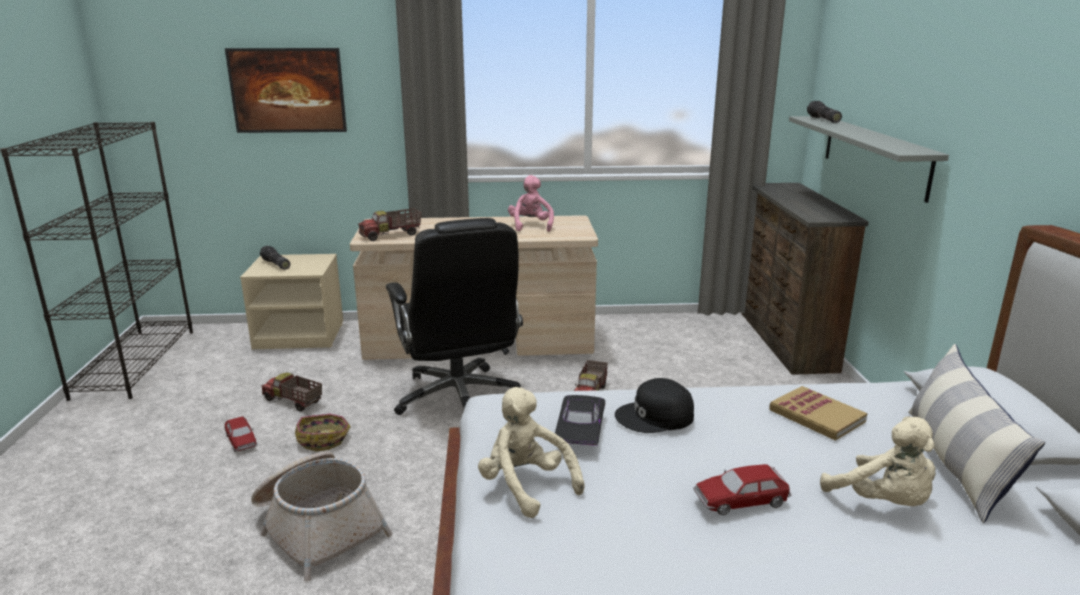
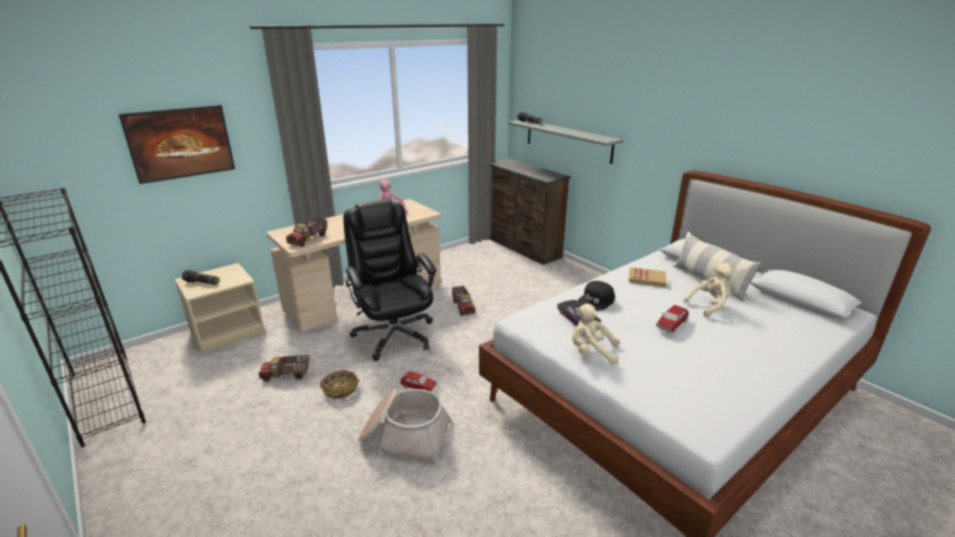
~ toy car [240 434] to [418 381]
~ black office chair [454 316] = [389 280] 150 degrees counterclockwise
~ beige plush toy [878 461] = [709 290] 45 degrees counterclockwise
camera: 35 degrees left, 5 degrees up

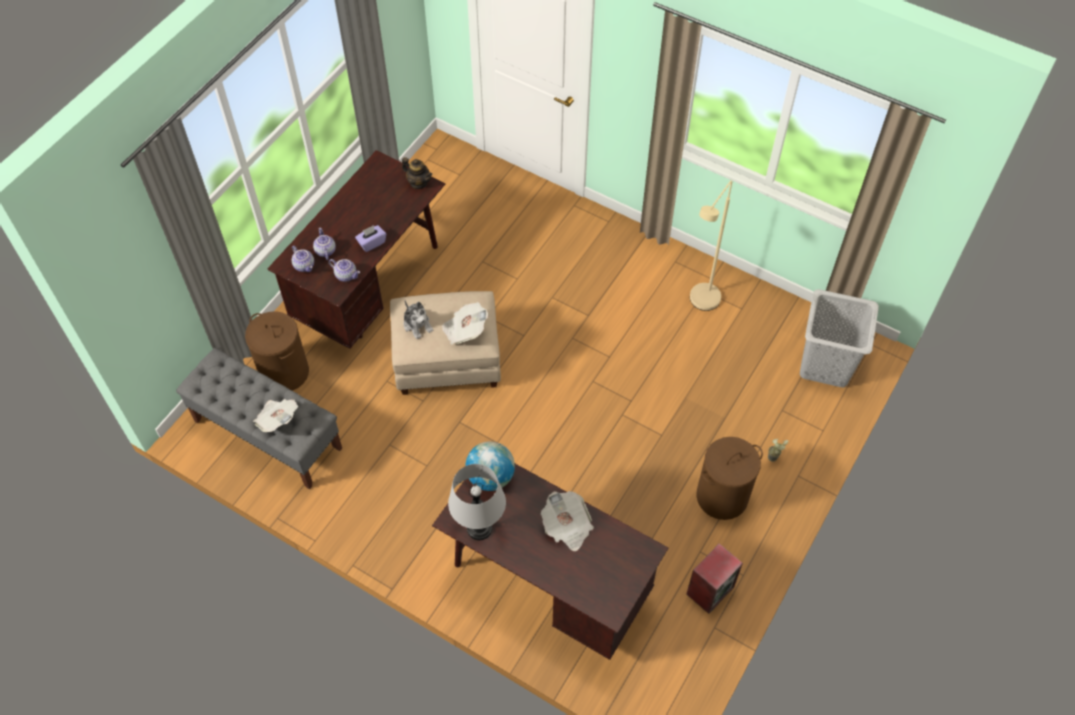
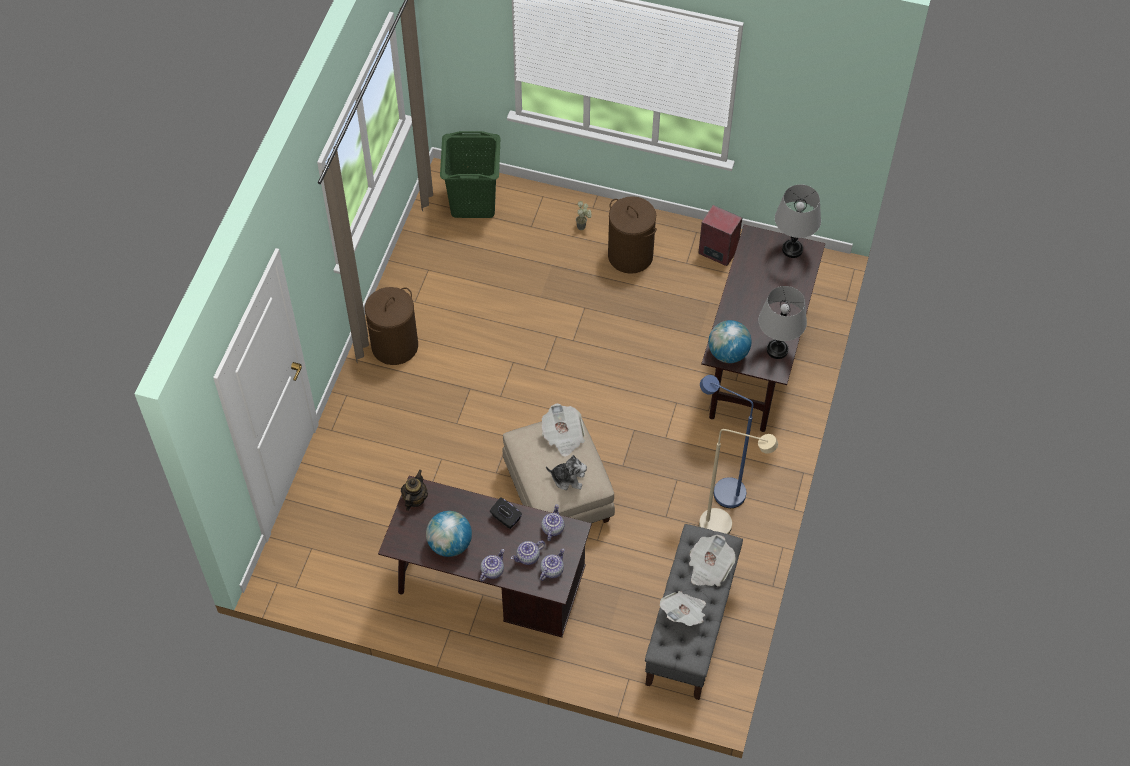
+ globe [449 534]
+ teapot [492 565]
+ blue floor lamp [726 441]
+ grey table lamp [798 221]
~ brown laundry basket [277 351] to [391 326]
~ newspaper [567 521] to [683 608]
~ beige floor lamp [711 246] to [738 481]
~ purple tissue box [370 238] to black tissue box [506 513]
~ grey laundry basket [839 338] to green laundry basket [470 174]
~ plush toy [418 320] = [566 472] 60 degrees clockwise
camera: 105 degrees left, 0 degrees up

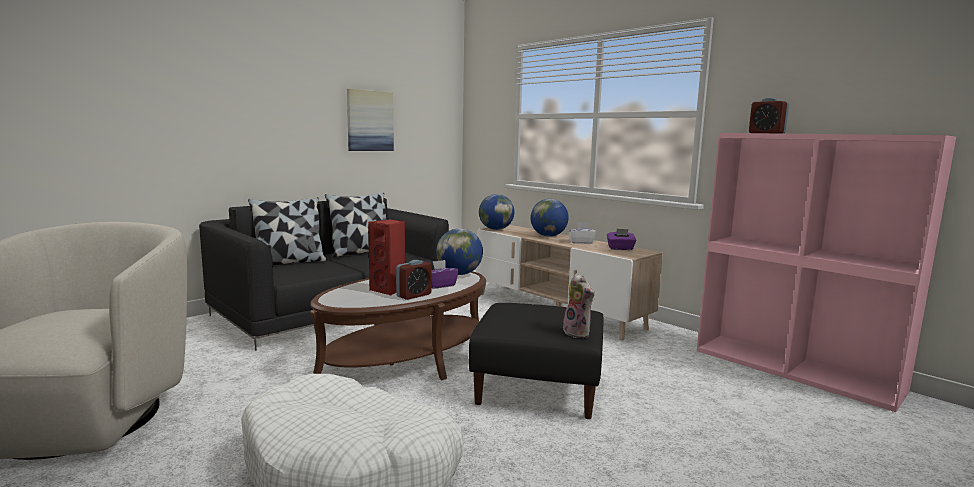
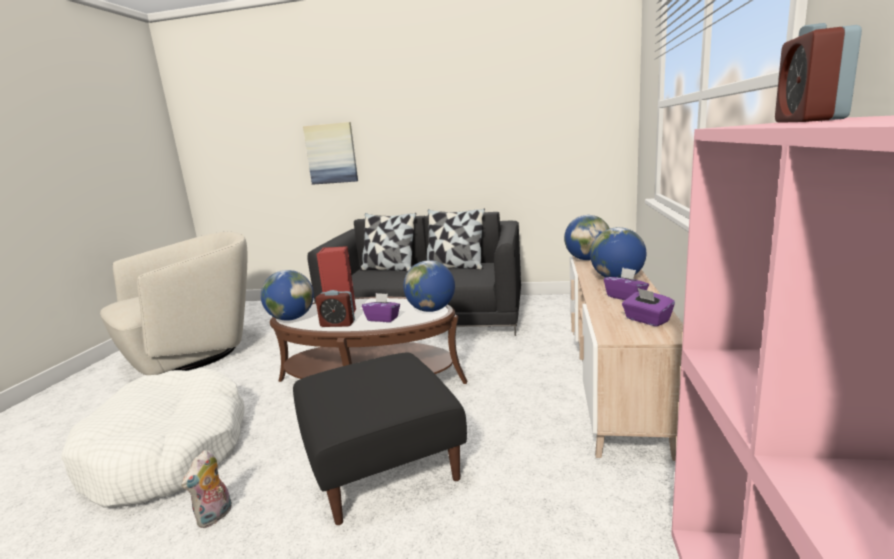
+ globe [287 295]
~ picture [370 120] to [330 153]
~ plush toy [579 305] to [206 489]
~ white tissue box [582 233] to purple tissue box [626 283]
camera: 55 degrees right, 5 degrees up

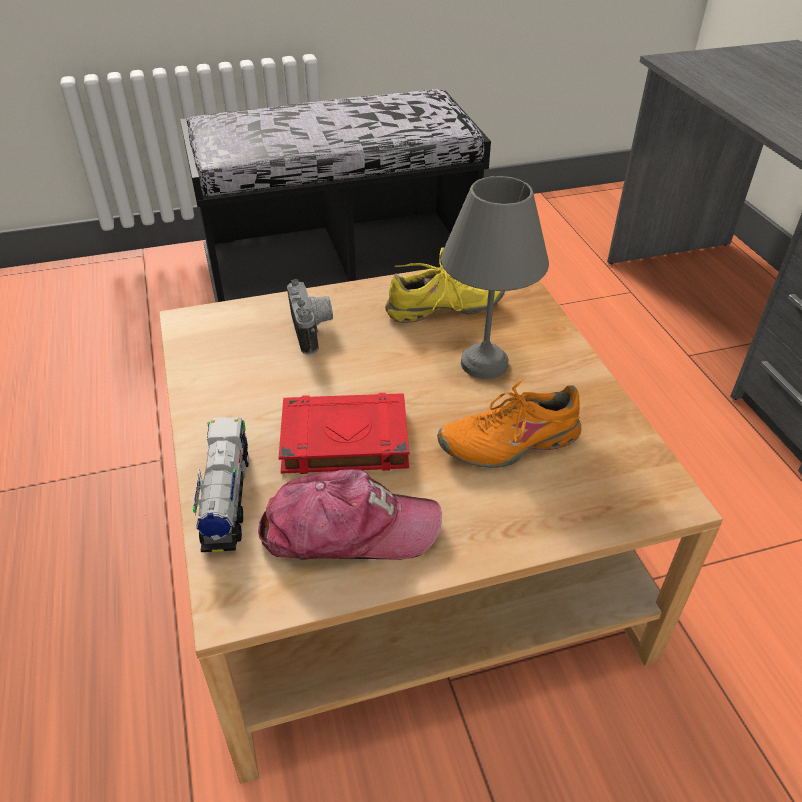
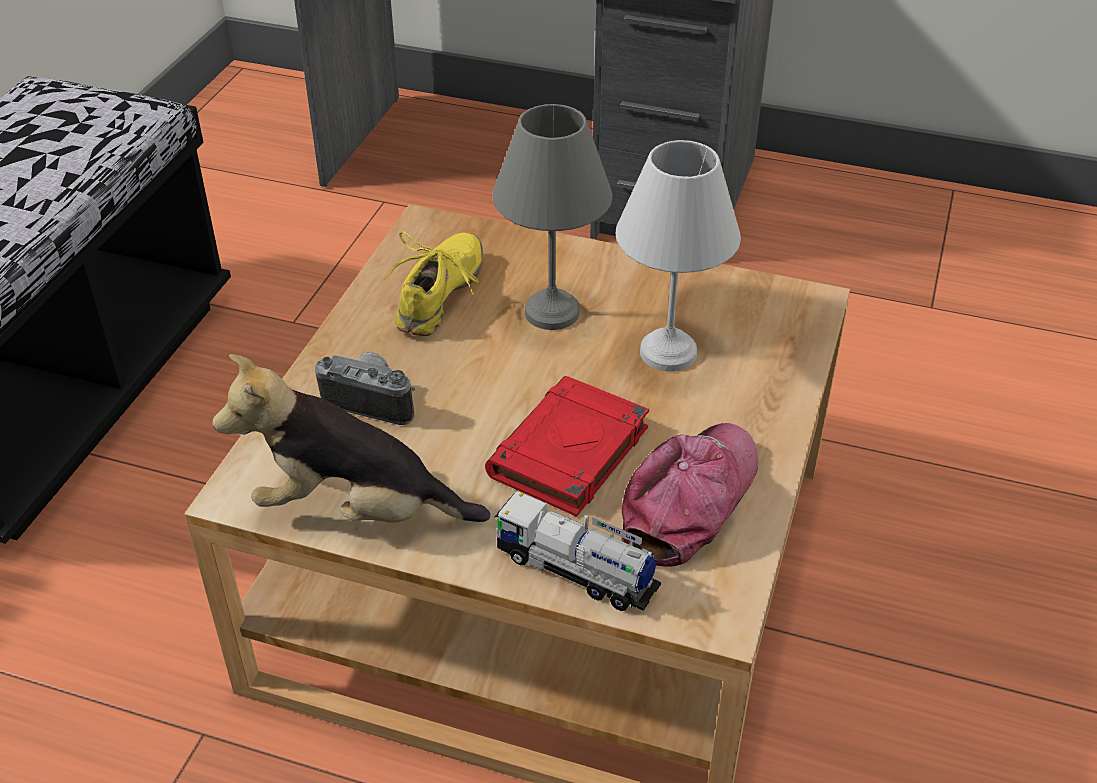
+ plush toy [351 438]
~ orange shoe [509 423] to white table lamp [678 256]
camera: 55 degrees left, 0 degrees up

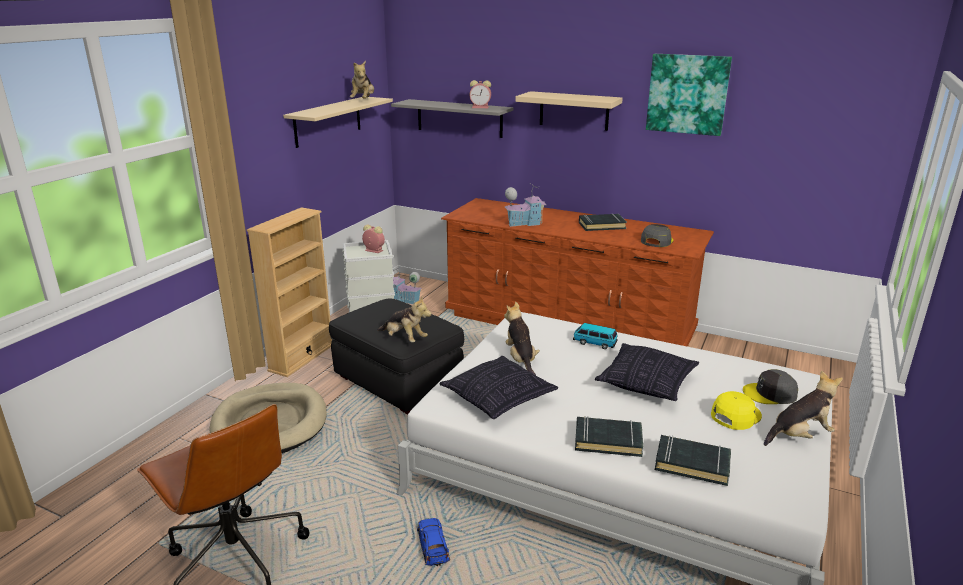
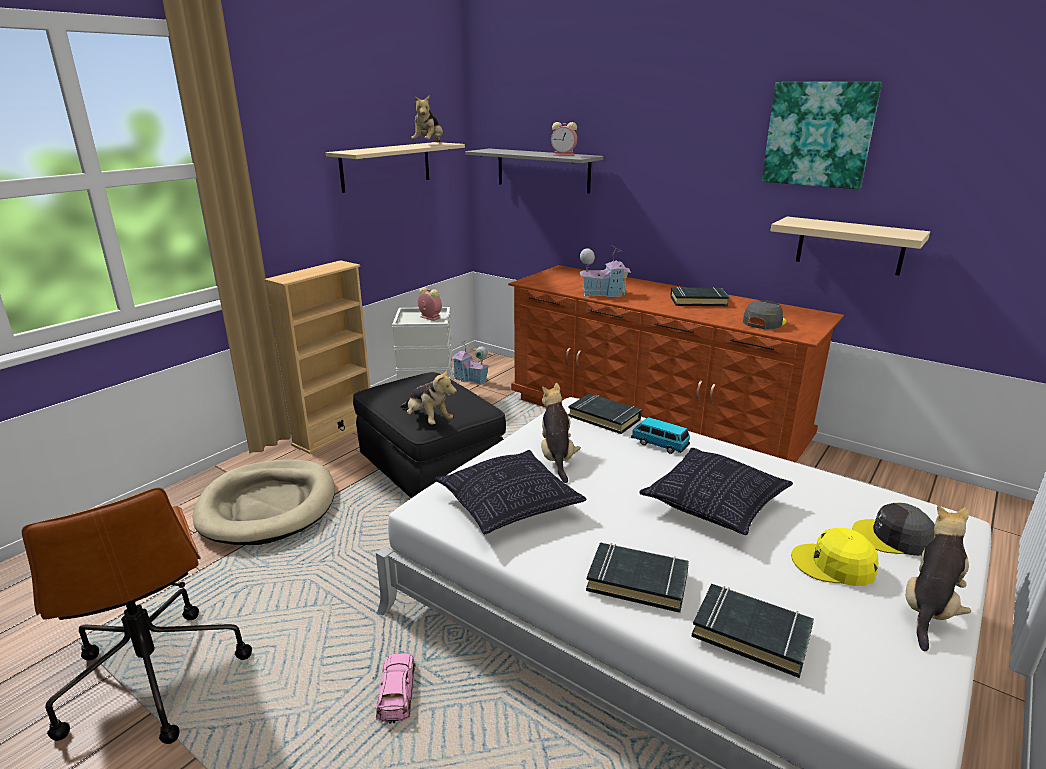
+ black book [605 413]
~ beige shelf [569 111] to [850 246]
~ blue toy car [433 542] to pink toy car [396 688]
~ yellow cap [736 410] = [835 557] 135 degrees counterclockwise
~ plush toy [803 408] = [938 578] 45 degrees counterclockwise
camera: 10 degrees right, 0 degrees up

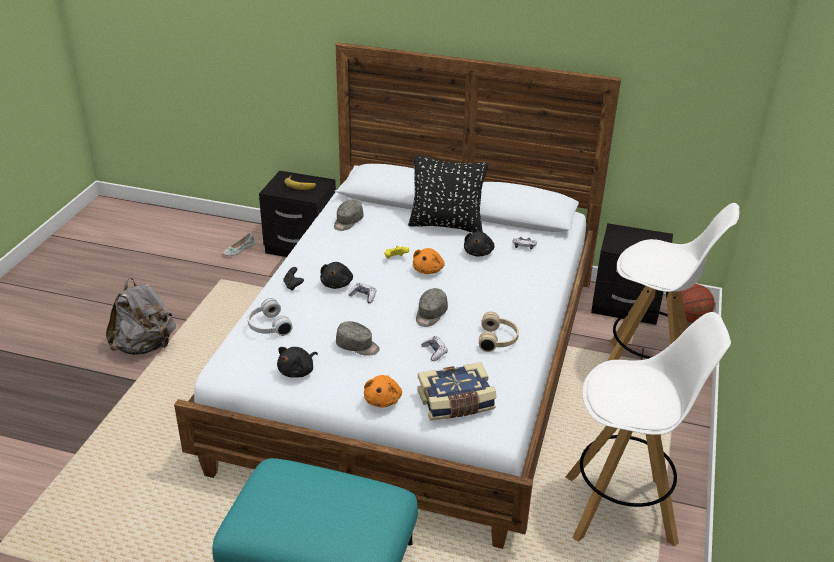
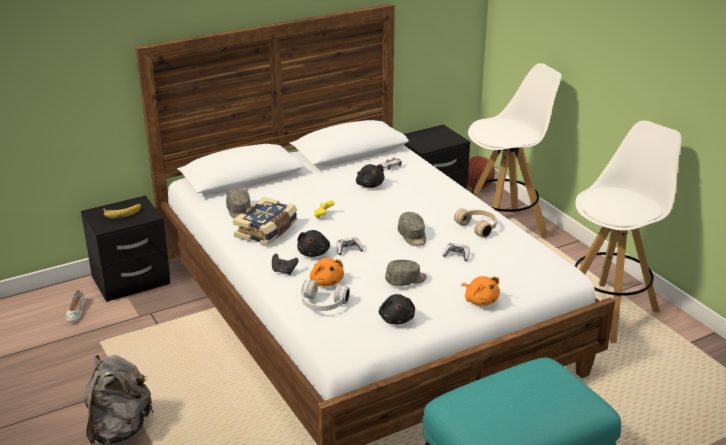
- black pillow [448 194]
~ orange plush toy [428 261] to [327 272]
~ book [457 391] to [265 221]
~ black plush toy [336 275] = [313 243] 45 degrees clockwise
camera: 45 degrees left, 5 degrees down

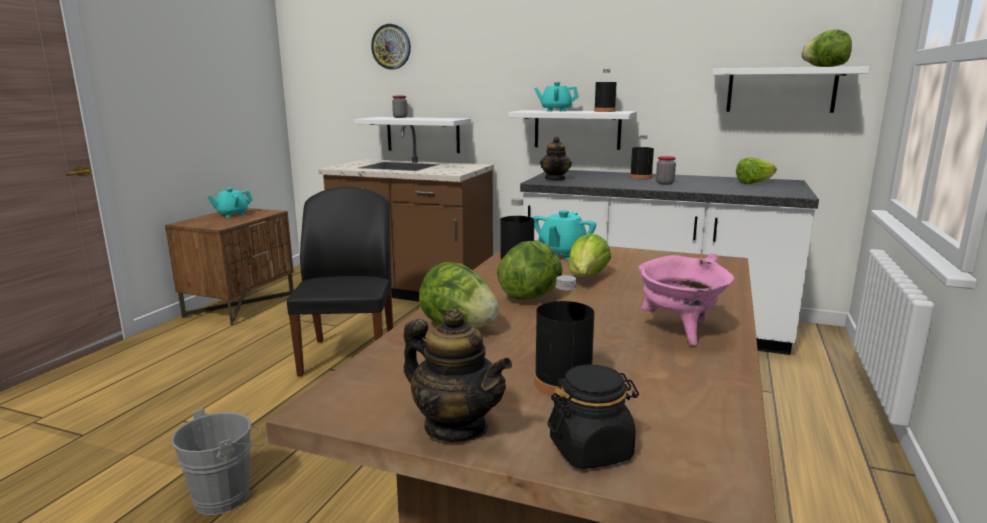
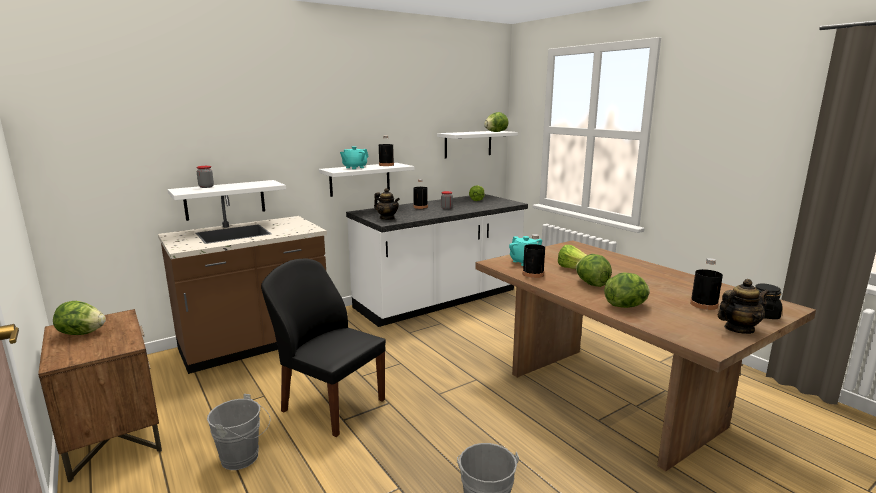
- wall clock [391 46]
- pink cooking pot [686 299]
+ grey bucket [239 432]
~ turquoise teapot [230 202] to lettuce [79 318]
camera: 55 degrees left, 0 degrees up

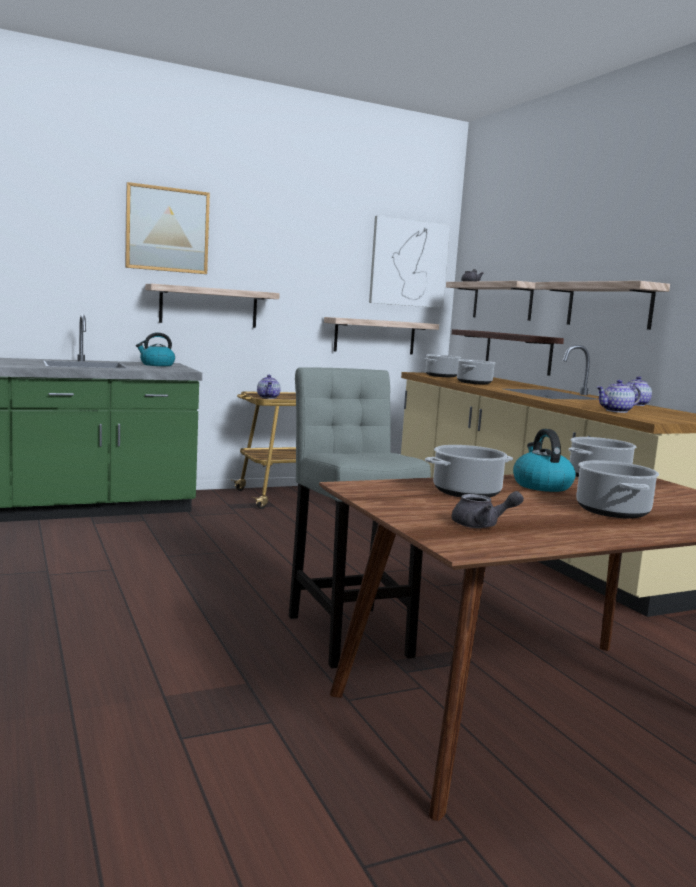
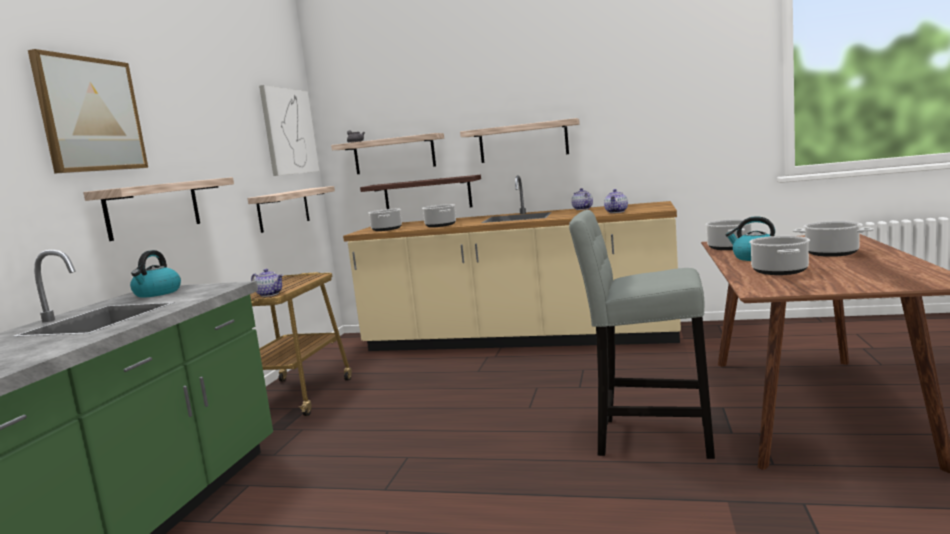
- grey teapot [488 509]
camera: 50 degrees left, 0 degrees up

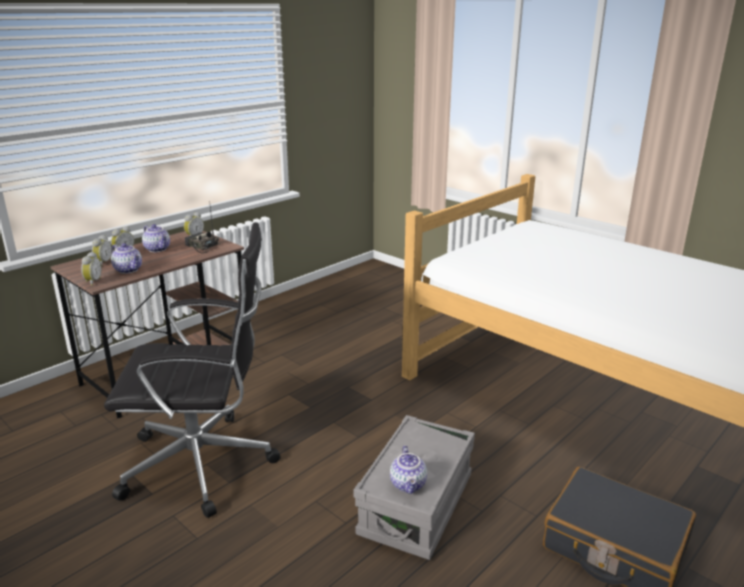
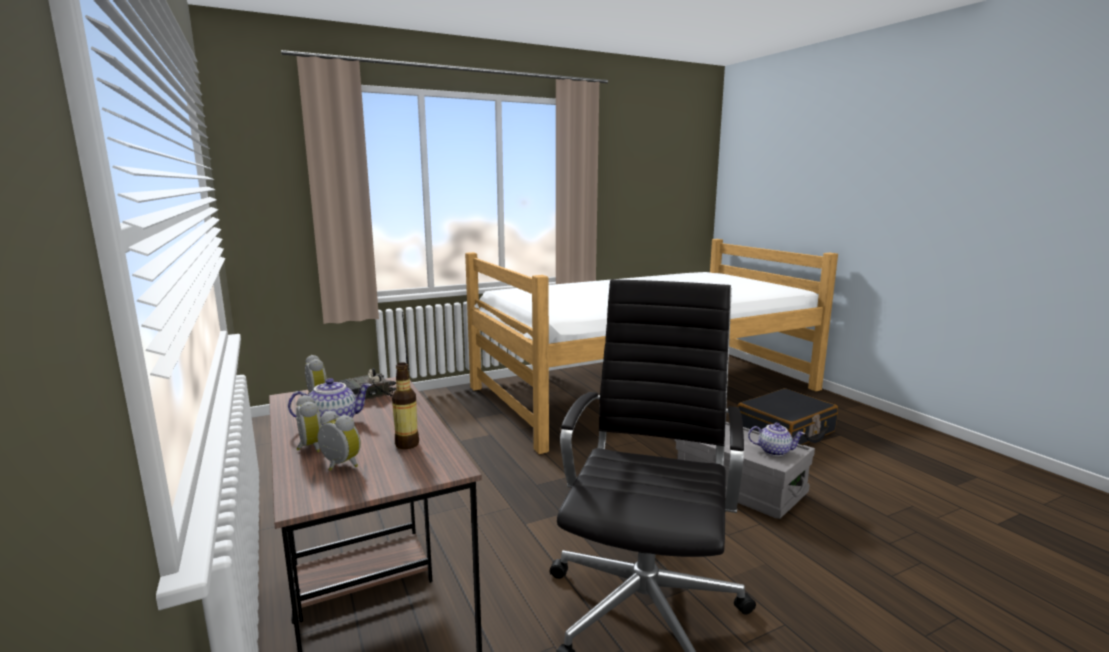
- alarm clock [91 269]
~ teapot [126 258] to bottle [405 406]
camera: 70 degrees left, 10 degrees down

